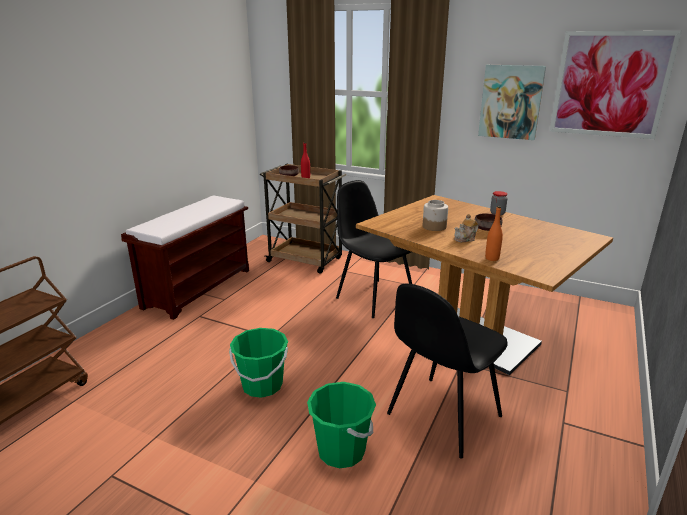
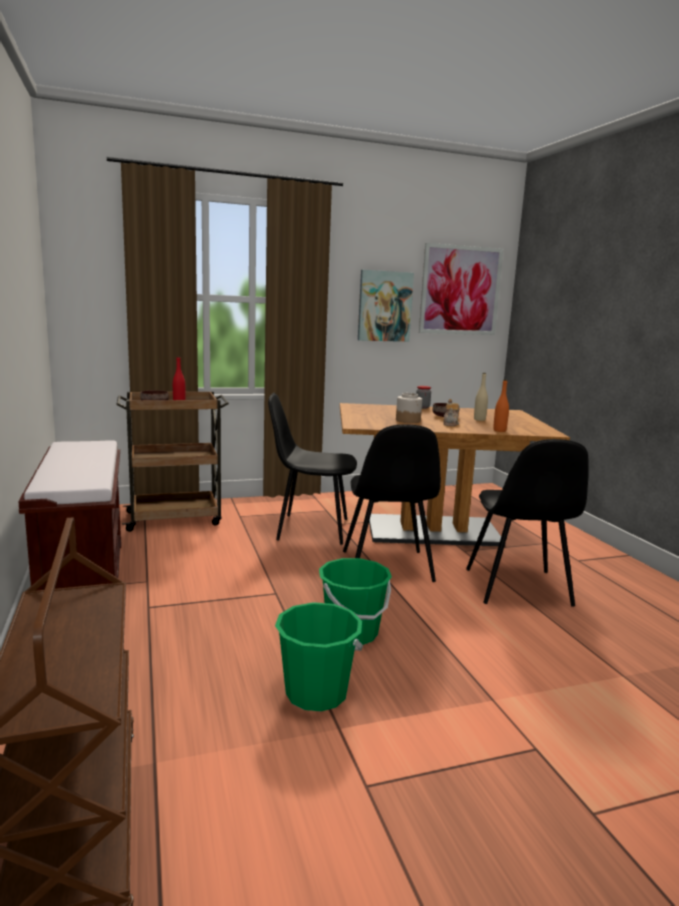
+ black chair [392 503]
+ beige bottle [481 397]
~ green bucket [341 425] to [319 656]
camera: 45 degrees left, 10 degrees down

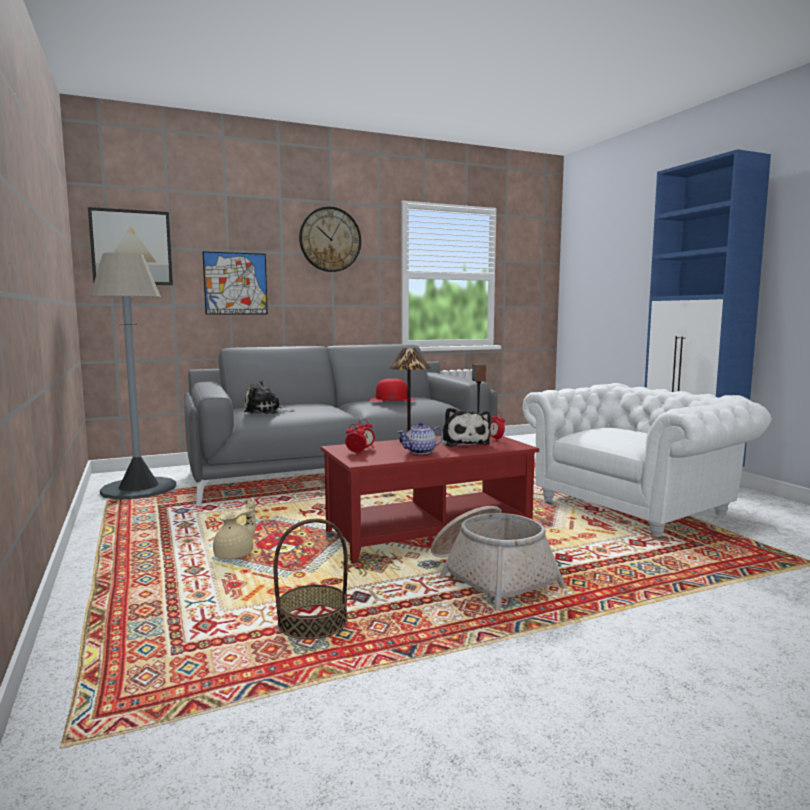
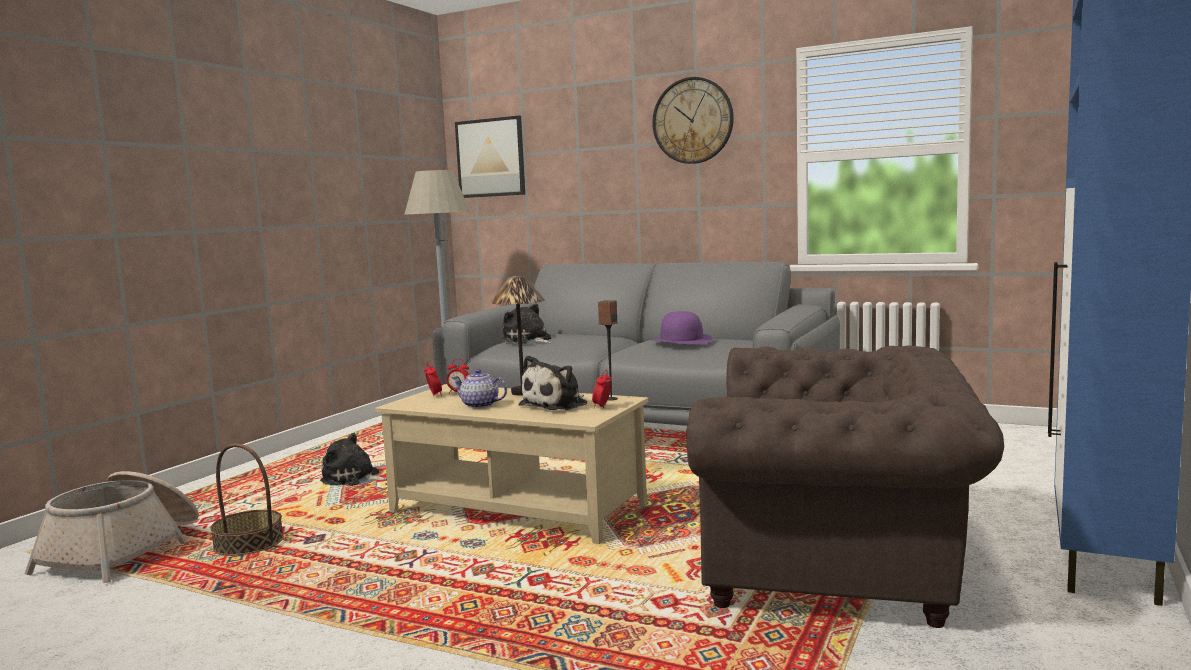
- picture [235 282]
~ basket [498 558] to [112 527]
~ beige teapot [234 528] to plush toy [353 459]
~ red coffee table [430 499] to beige coffee table [511 464]
~ red hat [392 390] to purple hat [682 327]
~ white armchair [647 460] to brown armchair [845 486]
camera: 50 degrees right, 0 degrees up

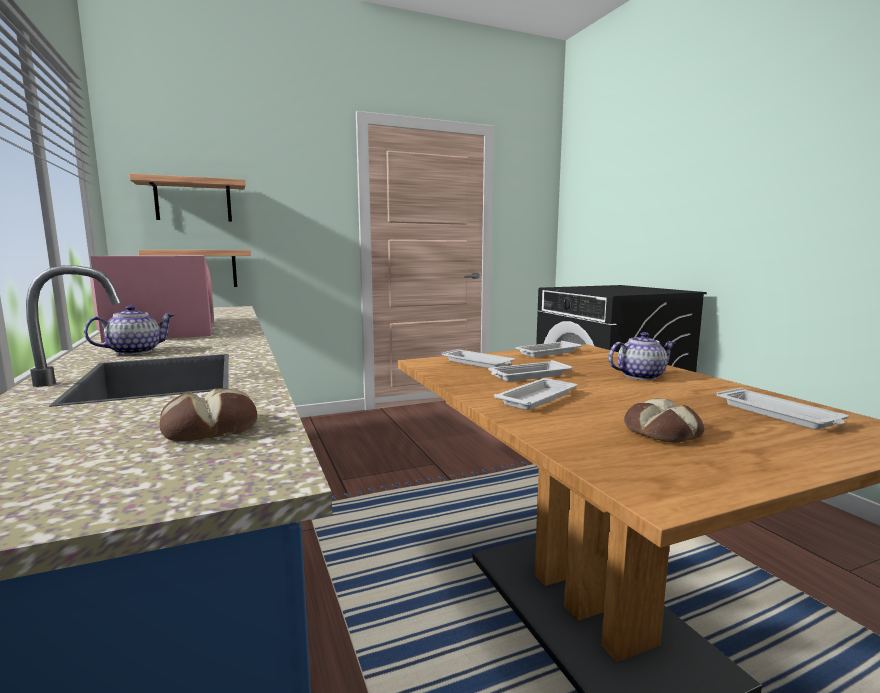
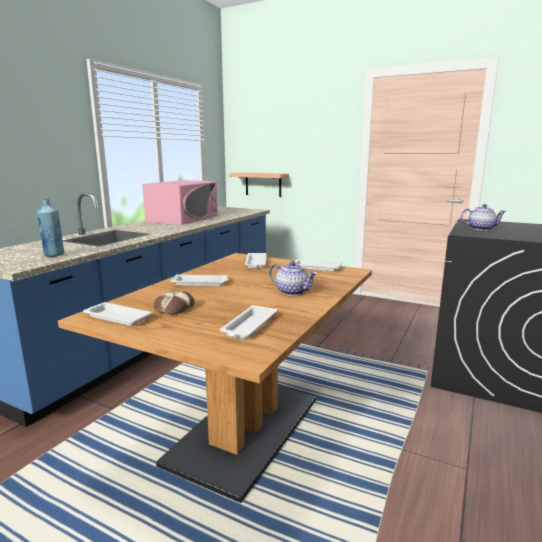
- shelf [187 197]
~ teapot [129 330] to [483 217]
~ white tray [530 371] to [118 314]
~ bread [208 414] to blue bottle [51 228]
camera: 50 degrees right, 5 degrees up

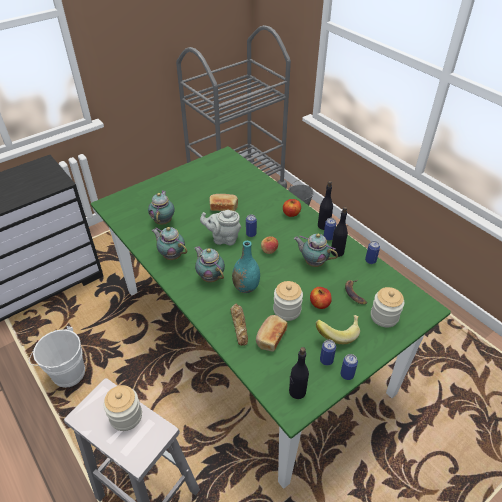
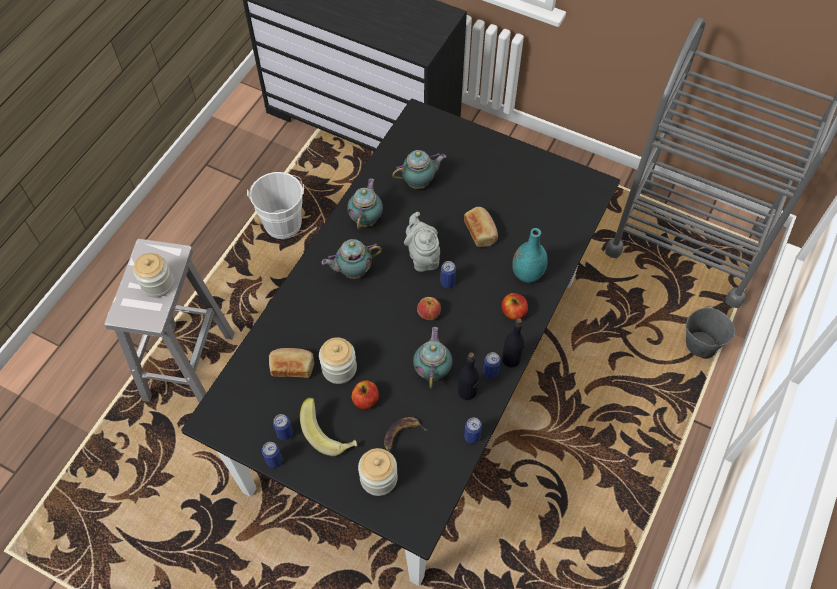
- bread [239 325]
- black bottle [299 373]
~ turquoise vase [246 267] to [529 255]
~ green dining table [271 317] to black dining table [400 342]
~ teapot [209 264] = [352 259] 135 degrees counterclockwise
camera: 65 degrees right, 15 degrees up

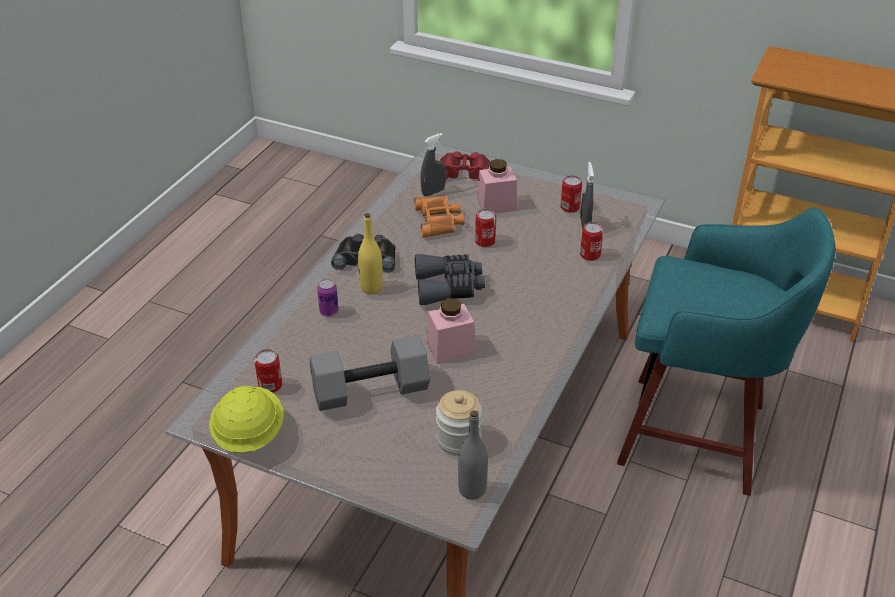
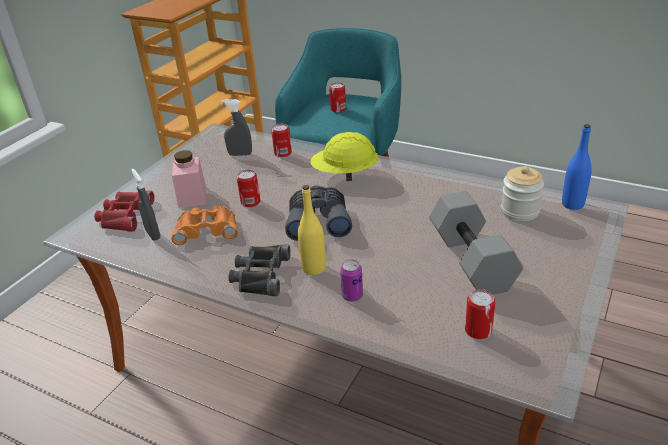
- pink jar [451 330]
~ yellow hard hat [246 419] to [344 156]
~ can [571 194] to [337 98]
~ grey bottle [473 455] to blue bottle [577 167]
camera: 85 degrees left, 5 degrees down

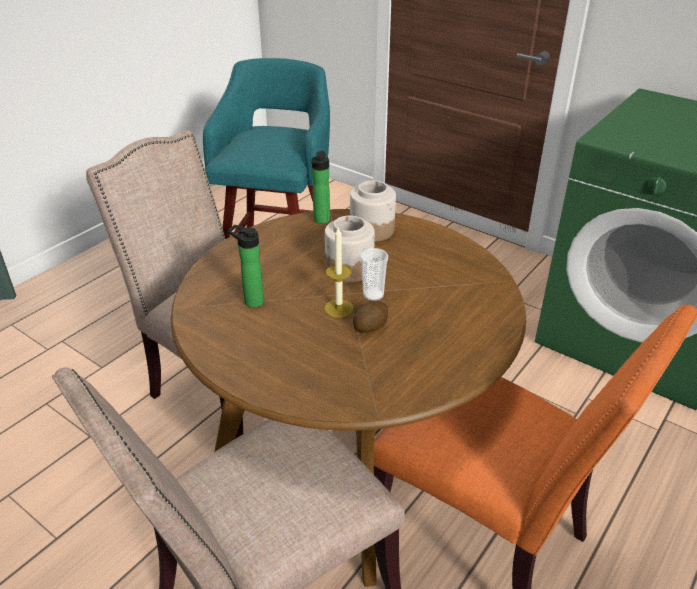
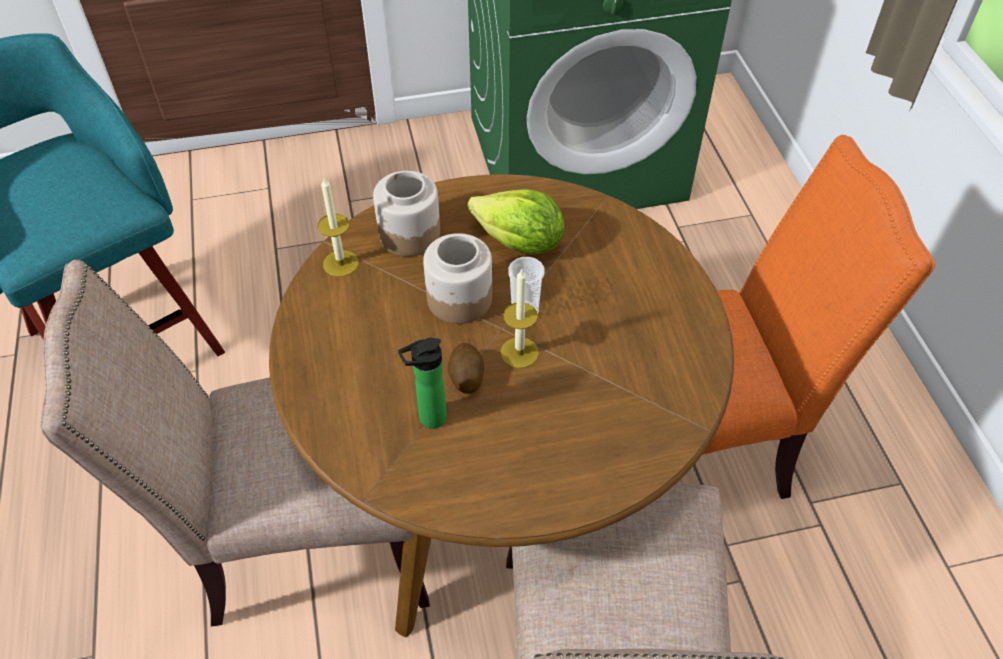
+ lettuce [516 222]
~ potato [370 317] to [466 368]
~ bottle [320 187] to candle [338 227]
camera: 50 degrees left, 15 degrees up

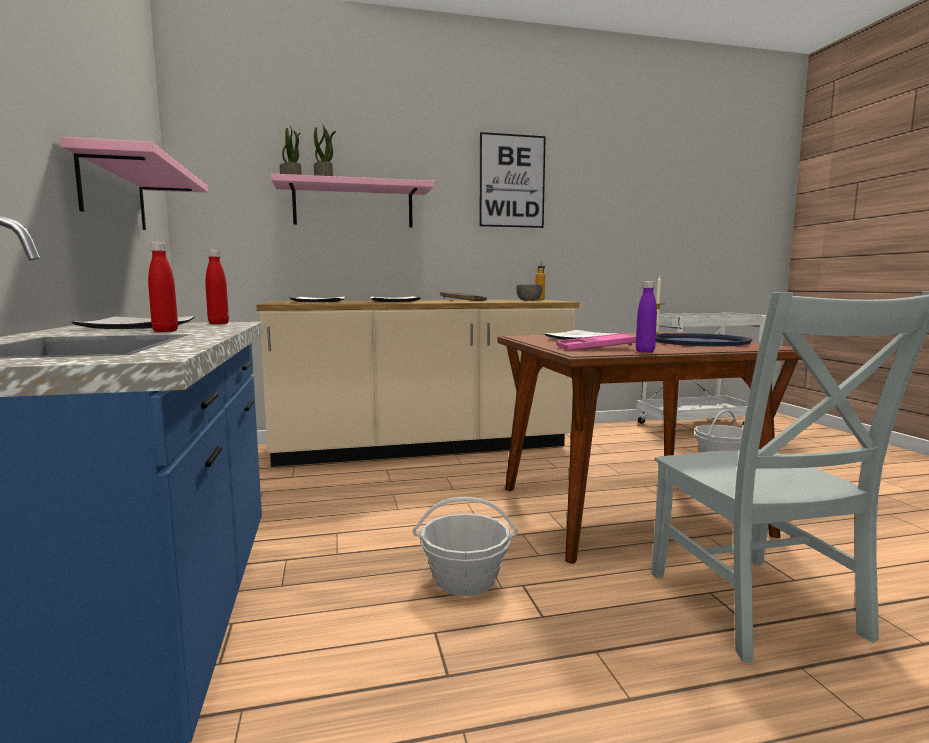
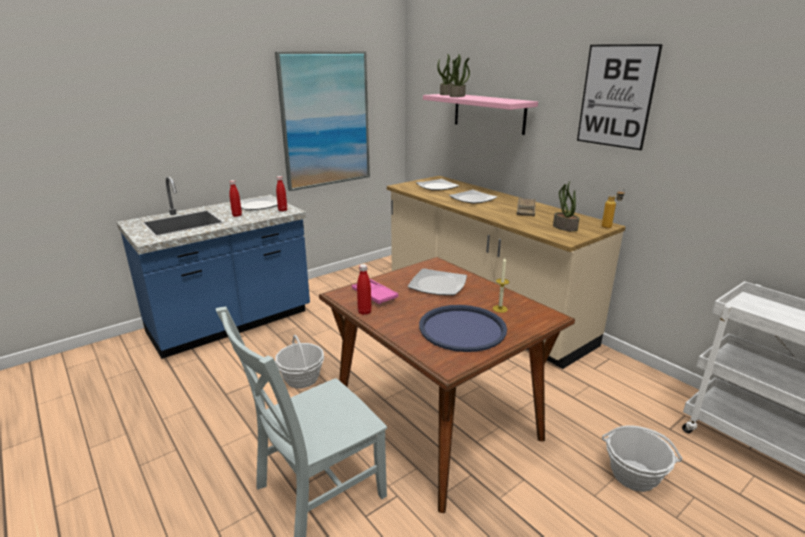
~ pink shelf [134 183] to picture [322 121]
~ grey bowl [529 292] to potted plant [566 206]
~ purple bottle [646 317] to red bottle [364 289]
camera: 65 degrees right, 15 degrees up

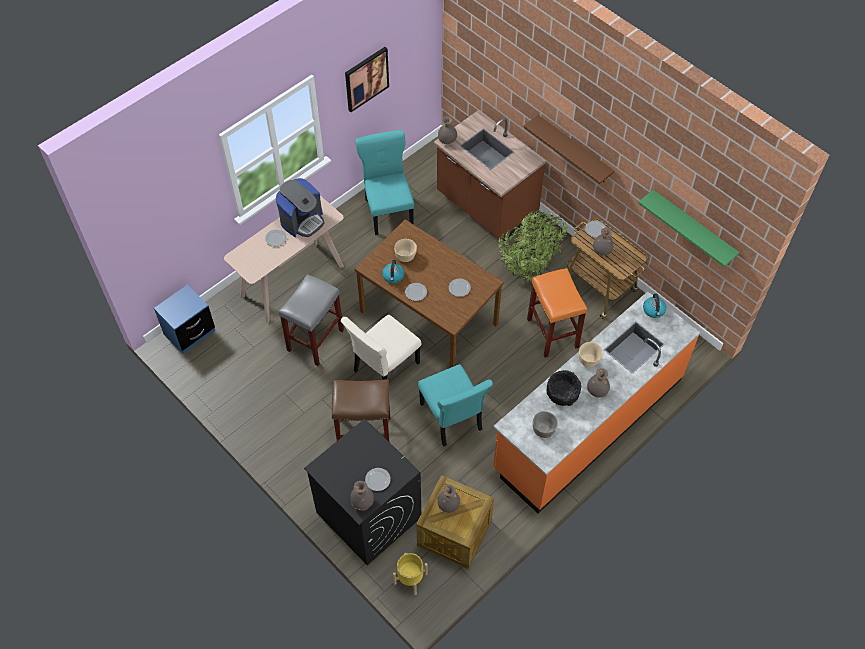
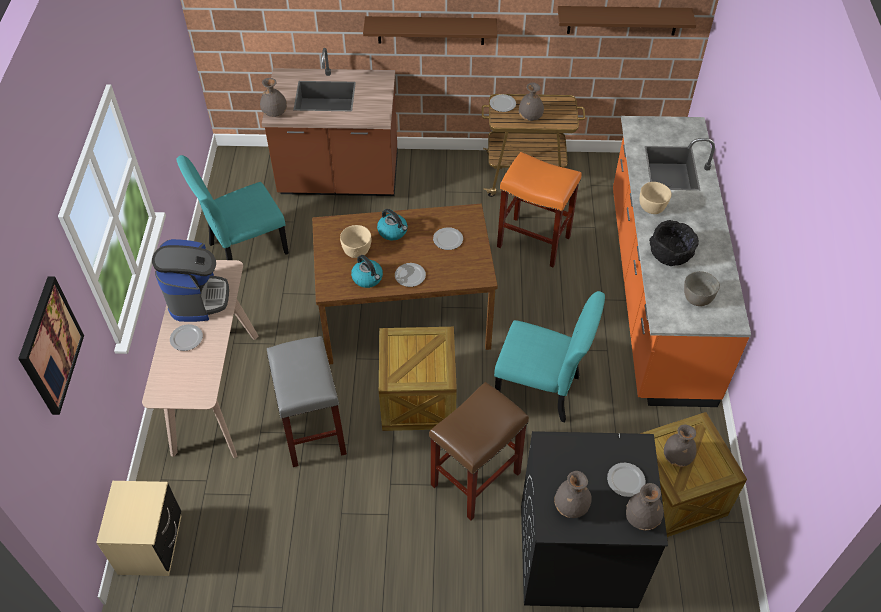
- yellow planter [410 574]
- potted plant [532 246]
~ picture [367 79] to [51 345]
~ grey vase [598 382] to [573 494]
~ kettle [654 306] to [392 224]
~ beige chair [381 347] to crate [418 379]
~ blue nightstand [184 319] to beige nightstand [138 528]
~ green shelf [688 228] to brown shelf [627 20]
~ turquoise chair [385 182] = [232 207] 60 degrees counterclockwise
camera: 45 degrees left, 5 degrees down

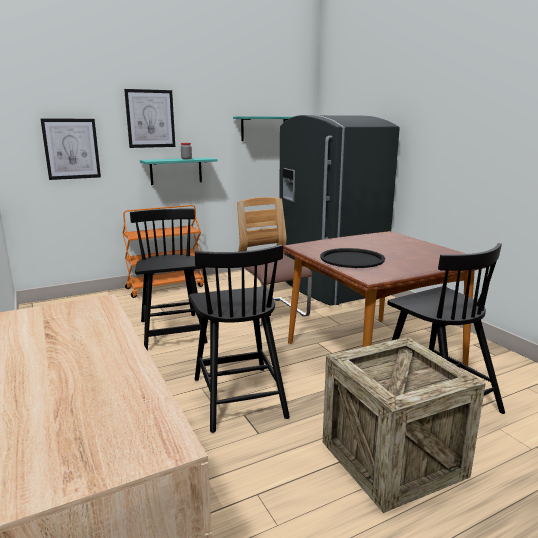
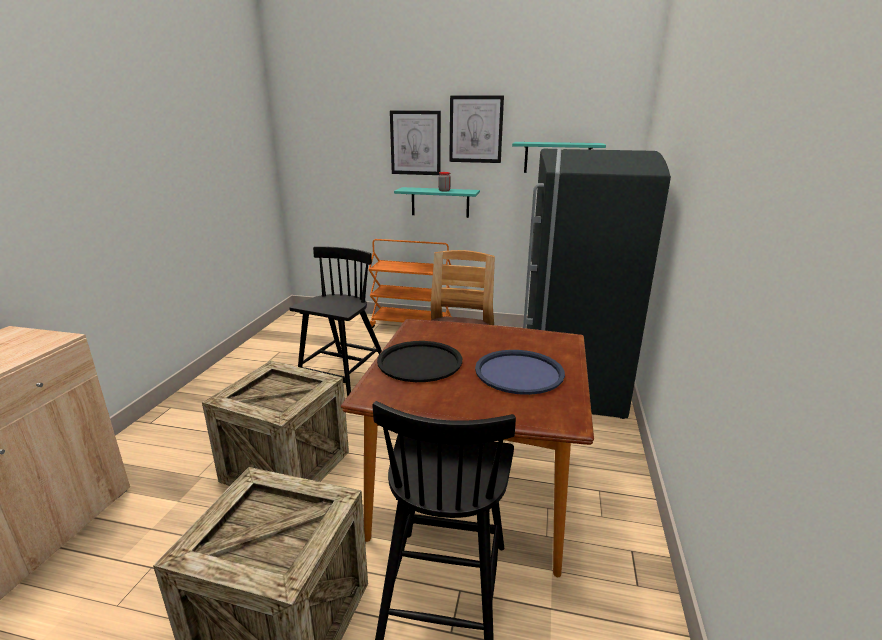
+ blue tray [520 372]
~ picture [71 149] to [476 129]
~ black chair [239 338] to crate [275 423]
camera: 40 degrees right, 5 degrees up

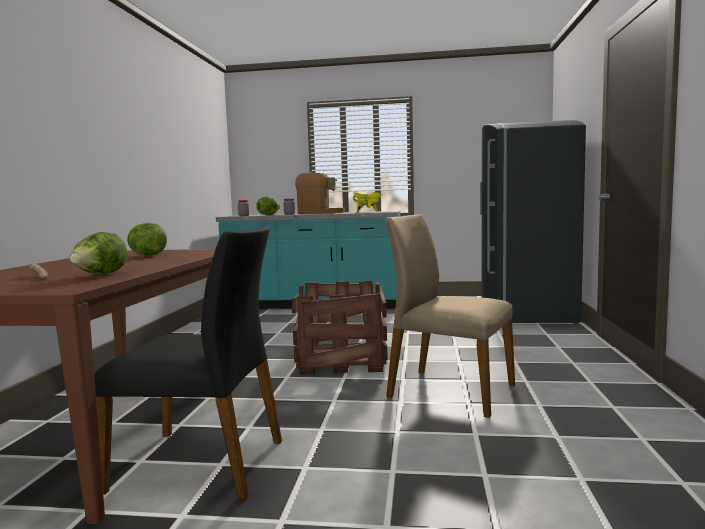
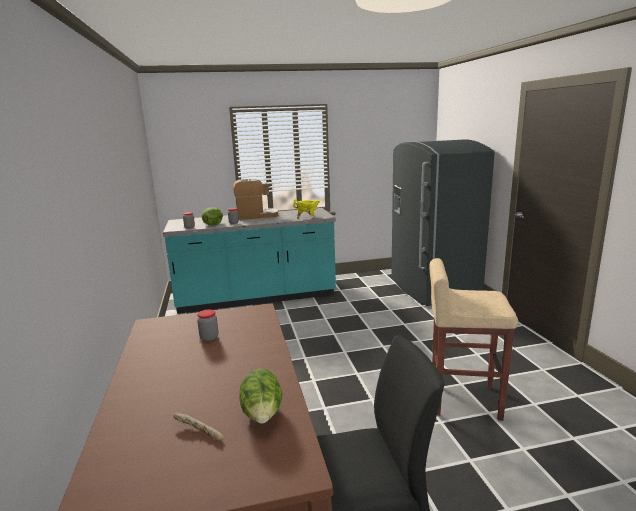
- crate [340 327]
~ lettuce [147 239] to jar [207 325]
~ beige chair [450 316] to beige stool [474 339]
camera: 20 degrees left, 10 degrees up

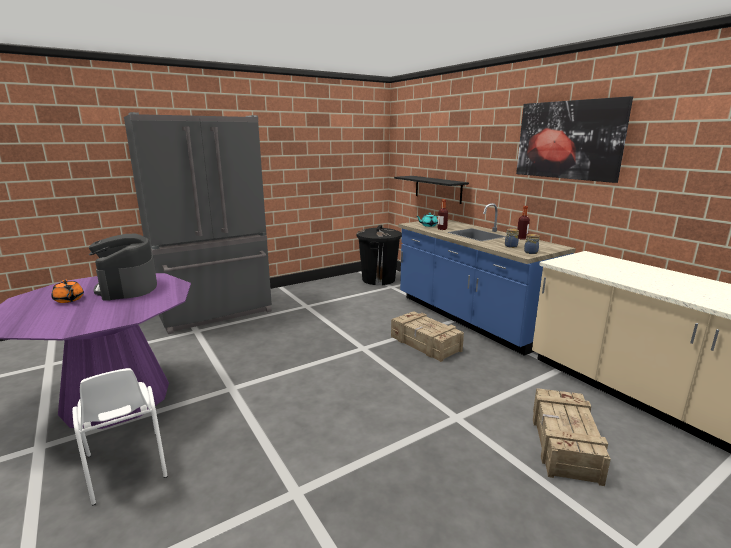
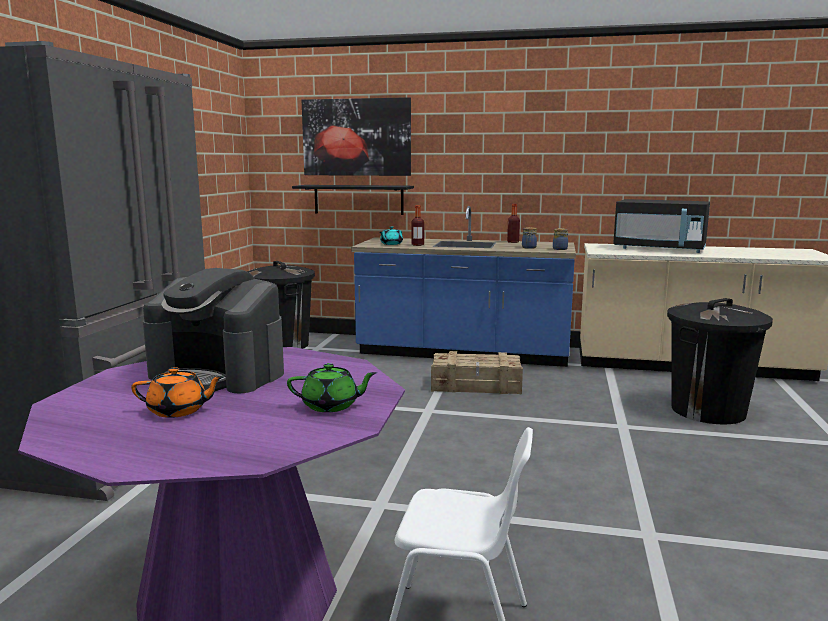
+ green teapot [332 387]
+ black microwave [661 226]
~ picture [574 139] to [356 136]
~ crate [572 437] to black trash can [720 361]
camera: 45 degrees left, 5 degrees down

